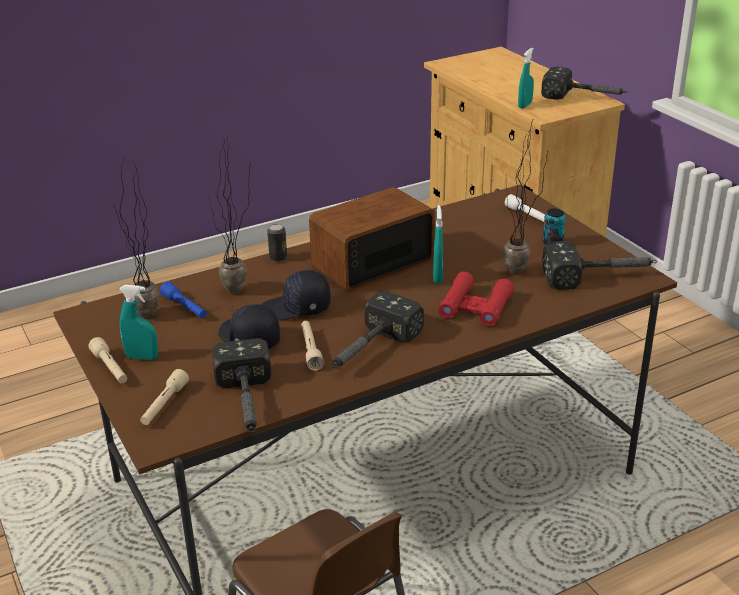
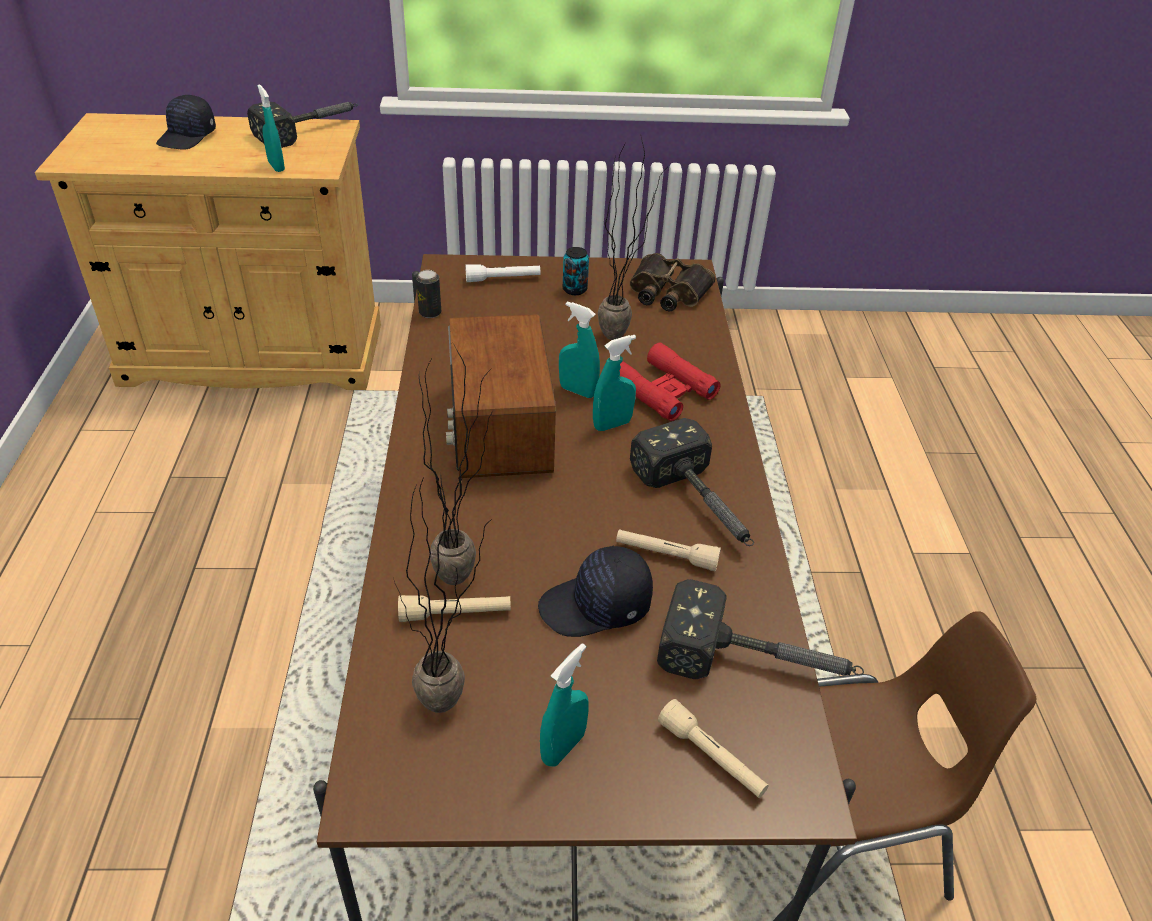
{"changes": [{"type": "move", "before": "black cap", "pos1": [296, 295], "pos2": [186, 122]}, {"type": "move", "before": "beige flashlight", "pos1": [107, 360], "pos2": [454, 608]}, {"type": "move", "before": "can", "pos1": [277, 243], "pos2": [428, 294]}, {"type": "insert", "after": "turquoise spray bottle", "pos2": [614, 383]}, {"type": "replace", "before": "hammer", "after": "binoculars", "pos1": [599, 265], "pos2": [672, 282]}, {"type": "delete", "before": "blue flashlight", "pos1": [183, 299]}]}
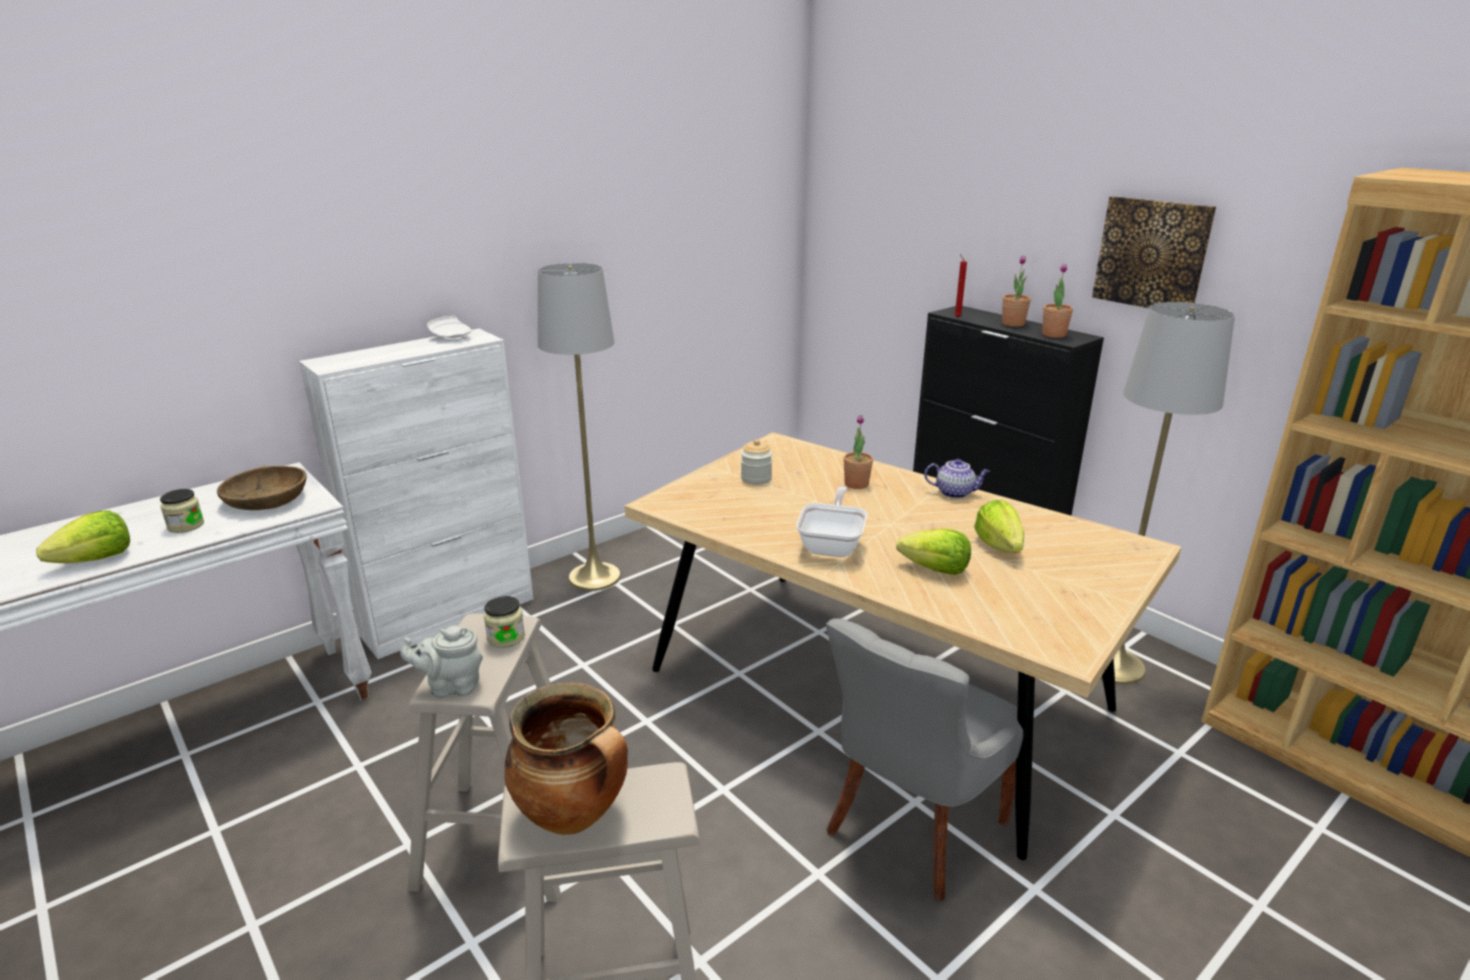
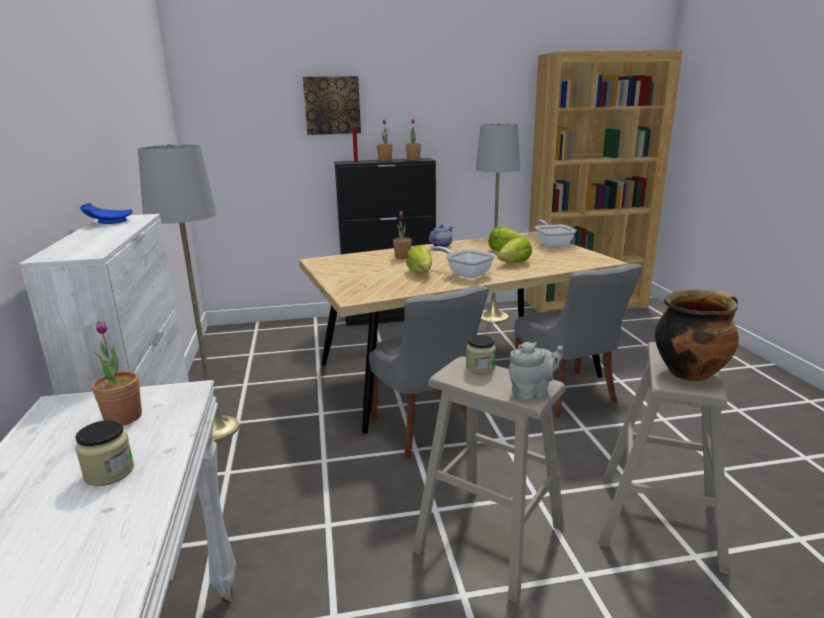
{"changes": [{"type": "recolor", "before": "white plate", "after": "blue plate", "pos1": [449, 328], "pos2": [106, 213]}, {"type": "replace", "before": "brown bowl", "after": "potted plant", "pos1": [262, 488], "pos2": [117, 373]}, {"type": "move", "before": "picture", "pos1": [1154, 252], "pos2": [332, 105]}, {"type": "insert", "after": "grey chair", "pos2": [427, 371]}, {"type": "move", "before": "lettuce", "pos1": [83, 537], "pos2": [419, 259]}, {"type": "rotate", "before": "grey teapot", "pos1": [441, 662], "pos2": [536, 371], "turn": -135}, {"type": "insert", "after": "frying pan", "pos2": [556, 234]}, {"type": "delete", "before": "jar", "pos1": [756, 462]}]}
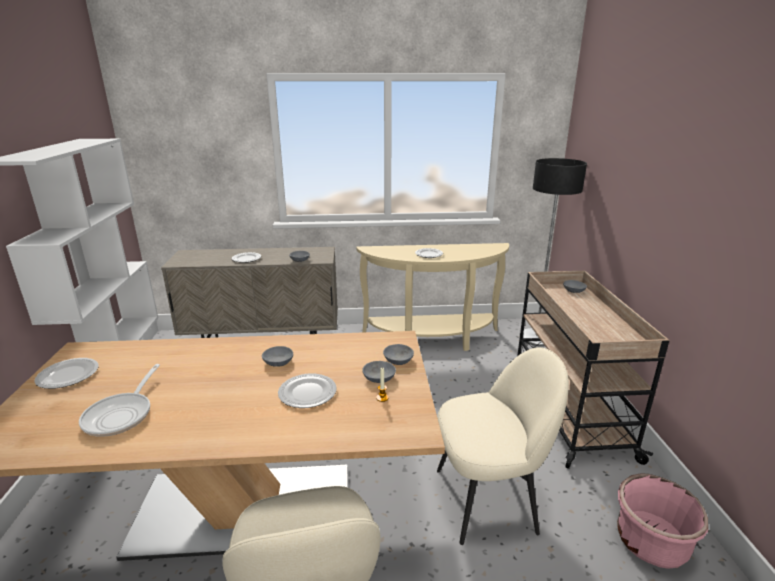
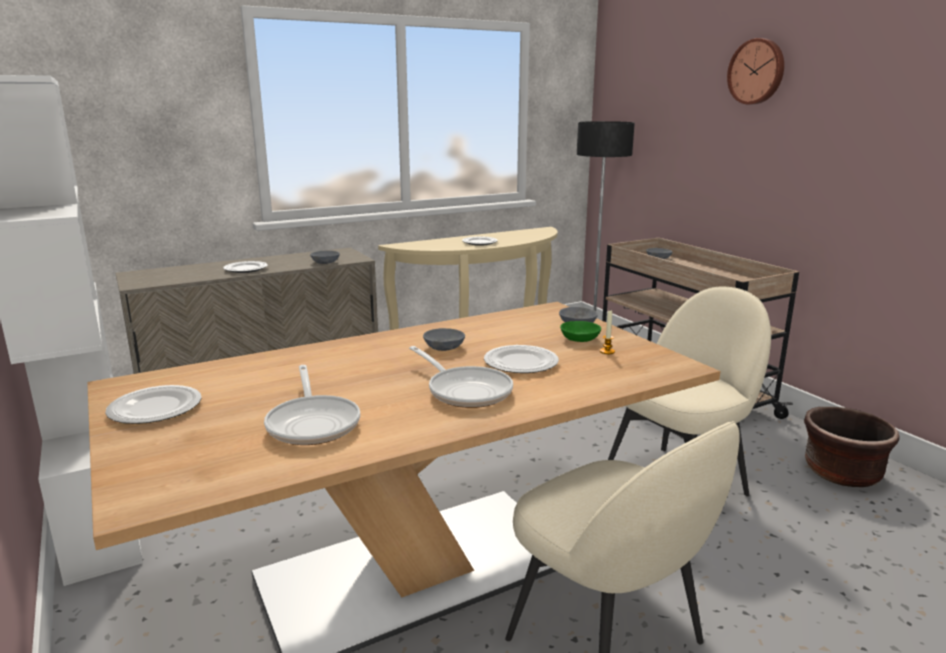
{"changes": [{"type": "insert", "after": "frying pan", "pos2": [461, 377]}, {"type": "recolor", "before": "grey bowl", "after": "green bowl", "pos1": [379, 372], "pos2": [580, 331]}, {"type": "insert", "after": "wall clock", "pos2": [755, 71]}, {"type": "recolor", "before": "pink planter", "after": "brown planter", "pos1": [662, 521], "pos2": [851, 447]}]}
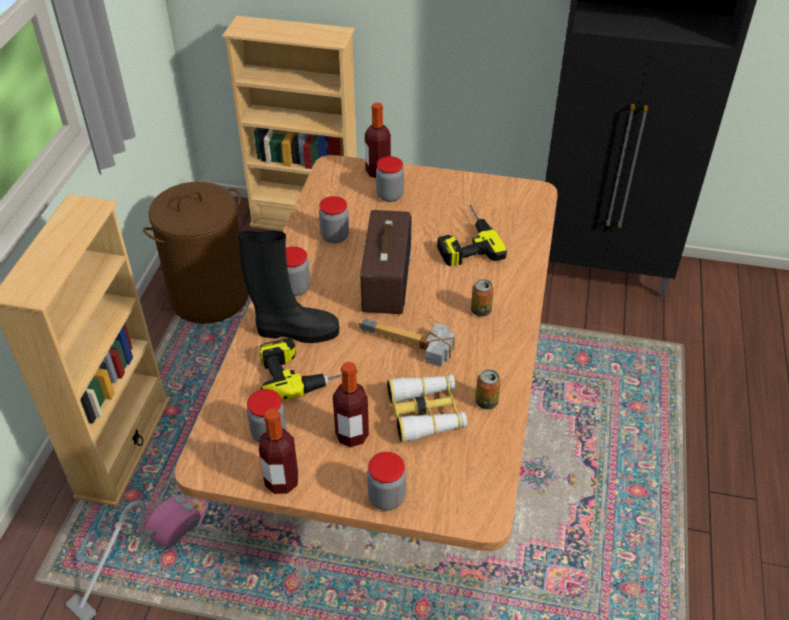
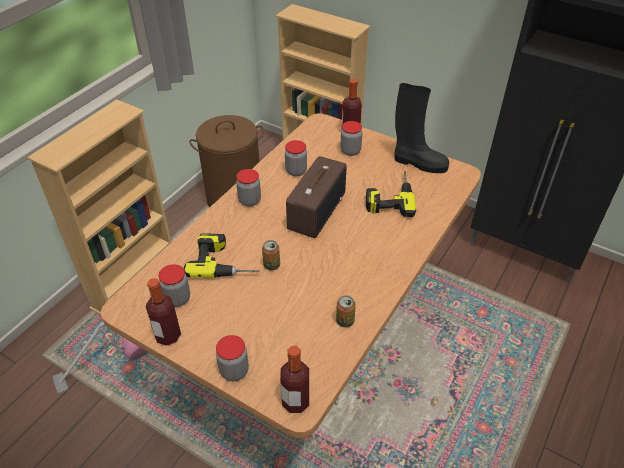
{"changes": [{"type": "move", "before": "can", "pos1": [482, 298], "pos2": [271, 255]}, {"type": "move", "before": "bottle", "pos1": [351, 404], "pos2": [294, 379]}, {"type": "move", "before": "black boot", "pos1": [288, 286], "pos2": [421, 128]}, {"type": "delete", "before": "hammer", "pos1": [407, 342]}, {"type": "delete", "before": "binoculars", "pos1": [427, 408]}]}
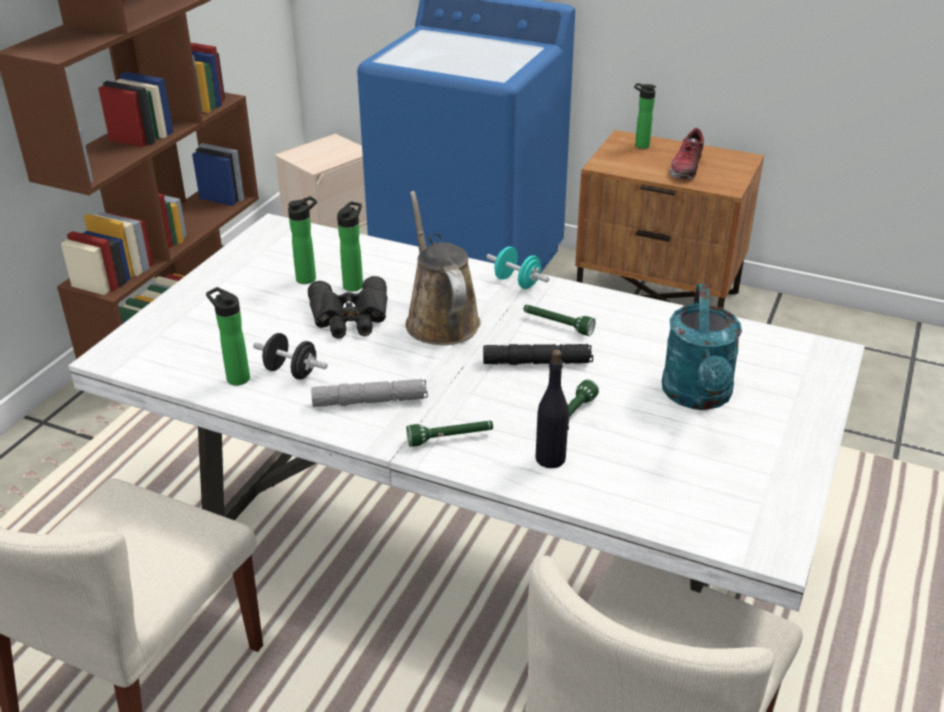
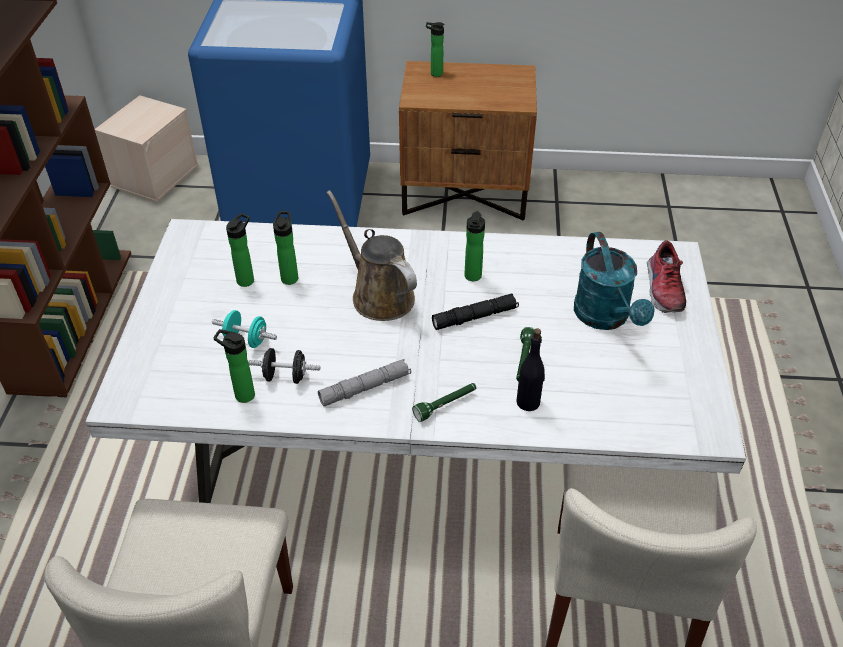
{"changes": [{"type": "move", "before": "turquoise dumbbell", "pos1": [517, 267], "pos2": [244, 329]}, {"type": "replace", "before": "green flashlight", "after": "bottle", "pos1": [559, 320], "pos2": [474, 246]}, {"type": "move", "before": "shoe", "pos1": [686, 154], "pos2": [666, 276]}, {"type": "delete", "before": "black binoculars", "pos1": [347, 307]}]}
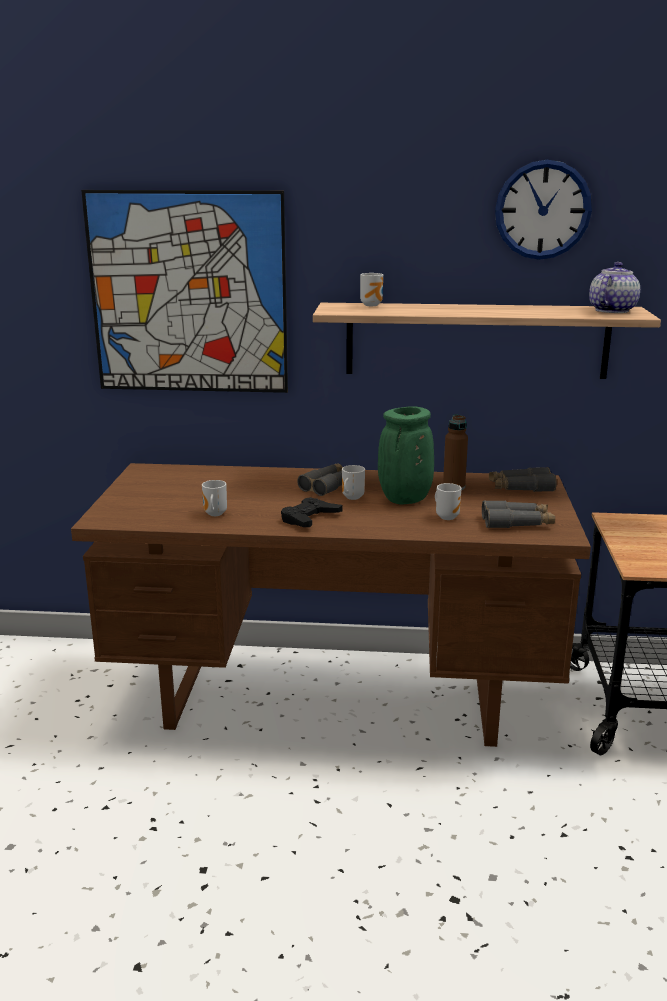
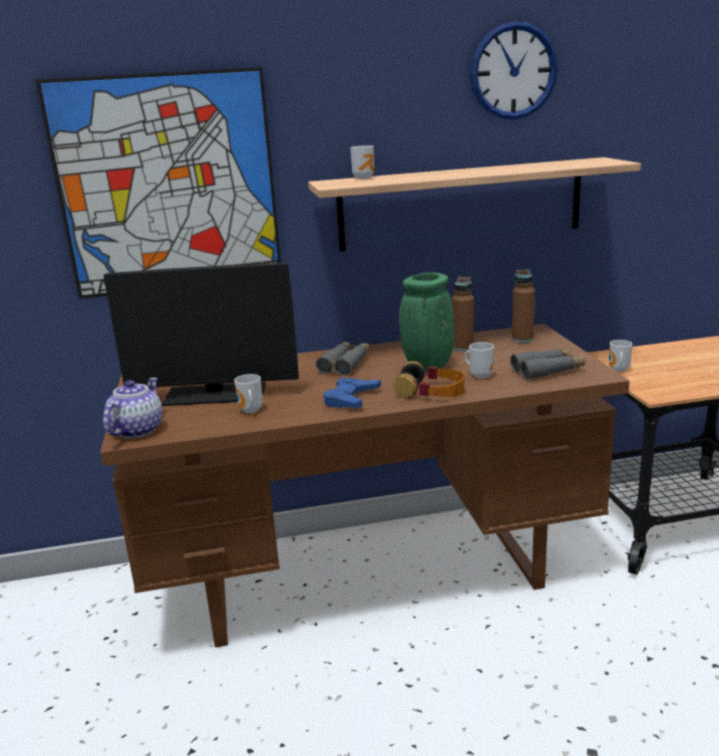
{"changes": [{"type": "insert", "after": "monitor", "pos2": [201, 334]}, {"type": "move", "before": "teapot", "pos1": [614, 287], "pos2": [133, 408]}, {"type": "recolor", "before": "black game controller", "after": "blue game controller", "pos1": [312, 512], "pos2": [352, 393]}, {"type": "insert", "after": "headphones", "pos2": [429, 379]}, {"type": "replace", "before": "grey binoculars", "after": "brown bottle", "pos1": [523, 479], "pos2": [523, 306]}, {"type": "move", "before": "mug", "pos1": [353, 482], "pos2": [620, 356]}]}
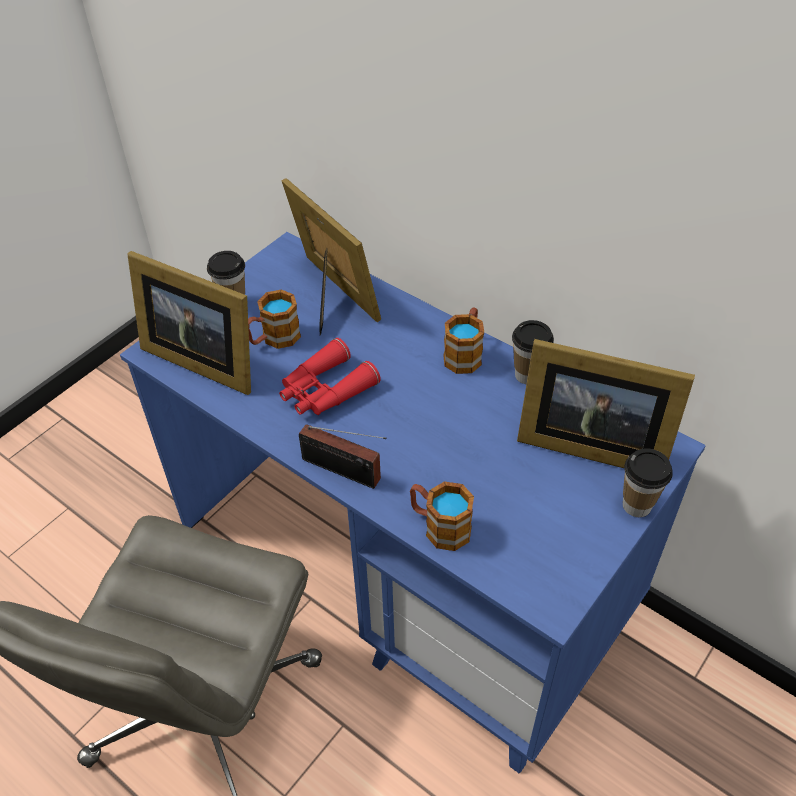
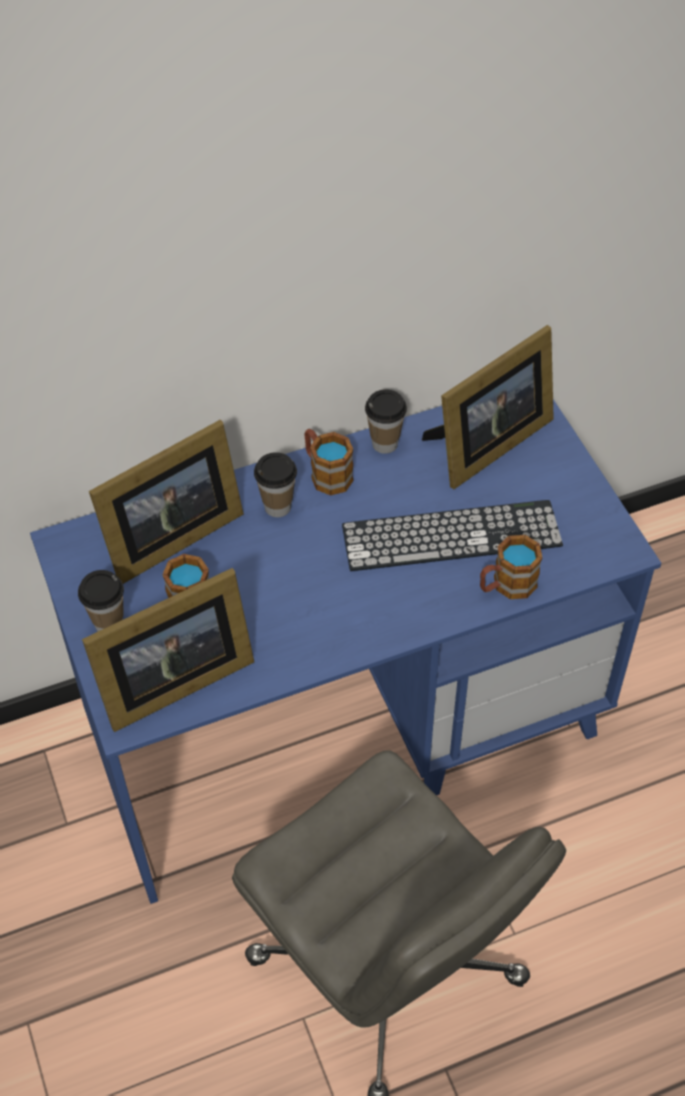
{"changes": [{"type": "rotate", "before": "picture frame", "pos1": [331, 257], "pos2": [166, 502], "turn": 150}, {"type": "move", "before": "cup", "pos1": [648, 482], "pos2": [275, 484]}, {"type": "insert", "after": "keyboard", "pos2": [452, 535]}, {"type": "delete", "before": "red binoculars", "pos1": [330, 376]}, {"type": "delete", "before": "radio", "pos1": [342, 456]}]}
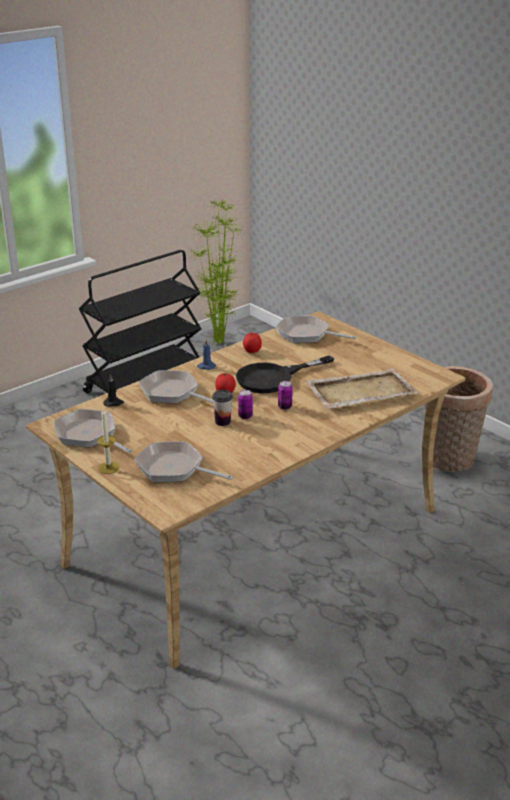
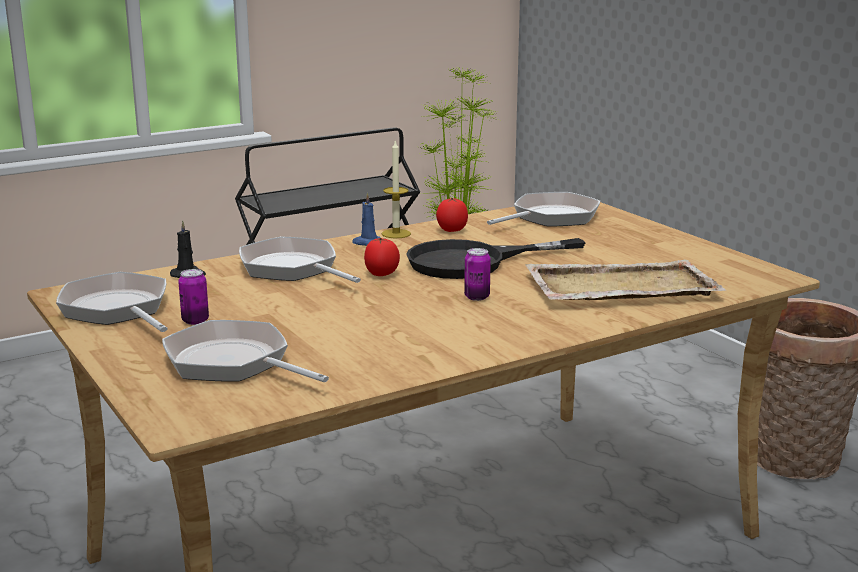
{"changes": [{"type": "move", "before": "can", "pos1": [245, 404], "pos2": [193, 297]}, {"type": "move", "before": "candle", "pos1": [108, 441], "pos2": [396, 189]}, {"type": "rotate", "before": "frying pan", "pos1": [316, 329], "pos2": [543, 209], "turn": 105}, {"type": "delete", "before": "cup", "pos1": [222, 408]}]}
